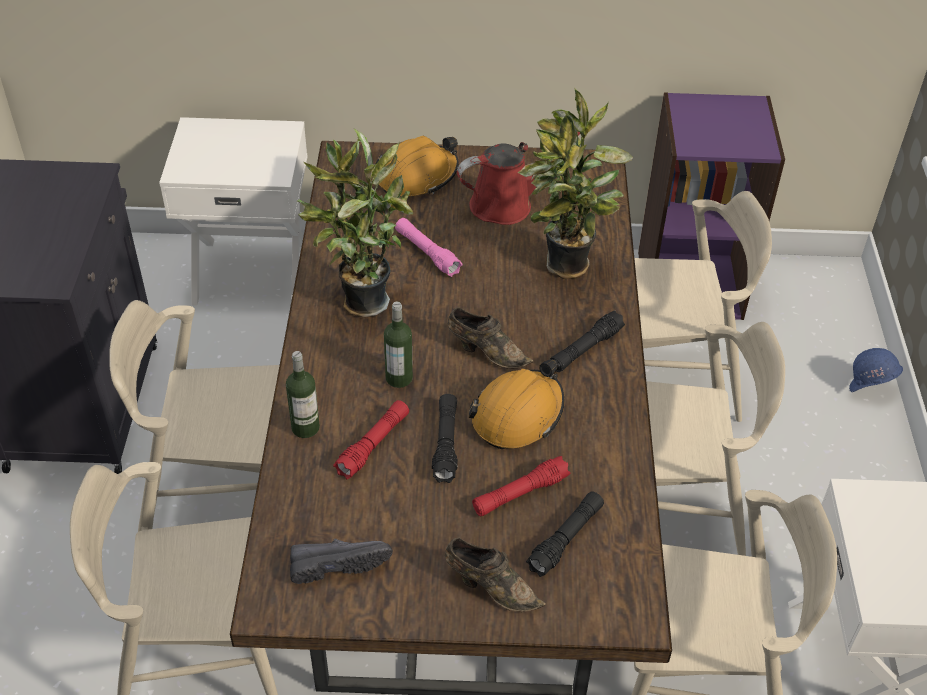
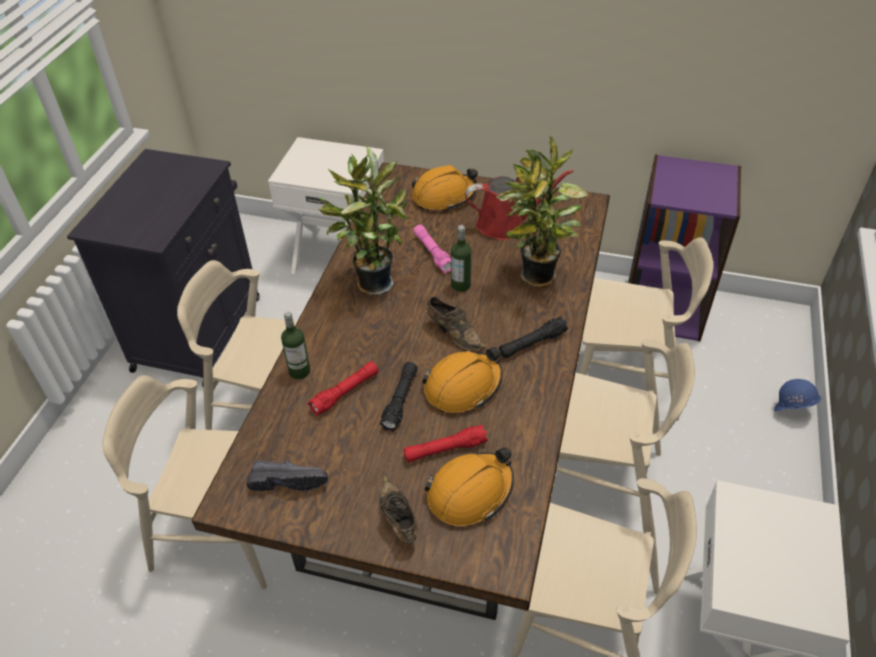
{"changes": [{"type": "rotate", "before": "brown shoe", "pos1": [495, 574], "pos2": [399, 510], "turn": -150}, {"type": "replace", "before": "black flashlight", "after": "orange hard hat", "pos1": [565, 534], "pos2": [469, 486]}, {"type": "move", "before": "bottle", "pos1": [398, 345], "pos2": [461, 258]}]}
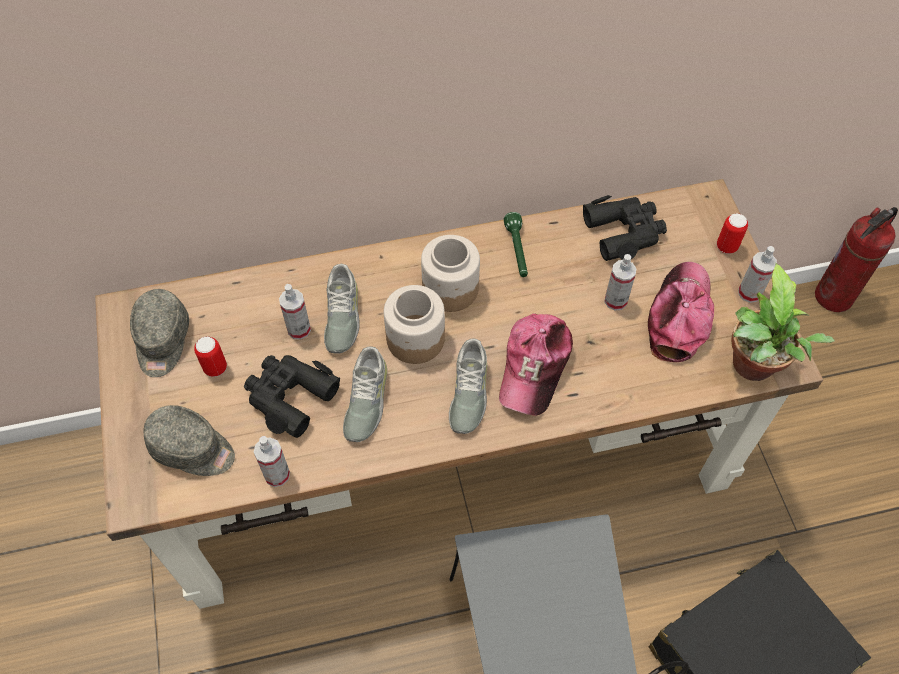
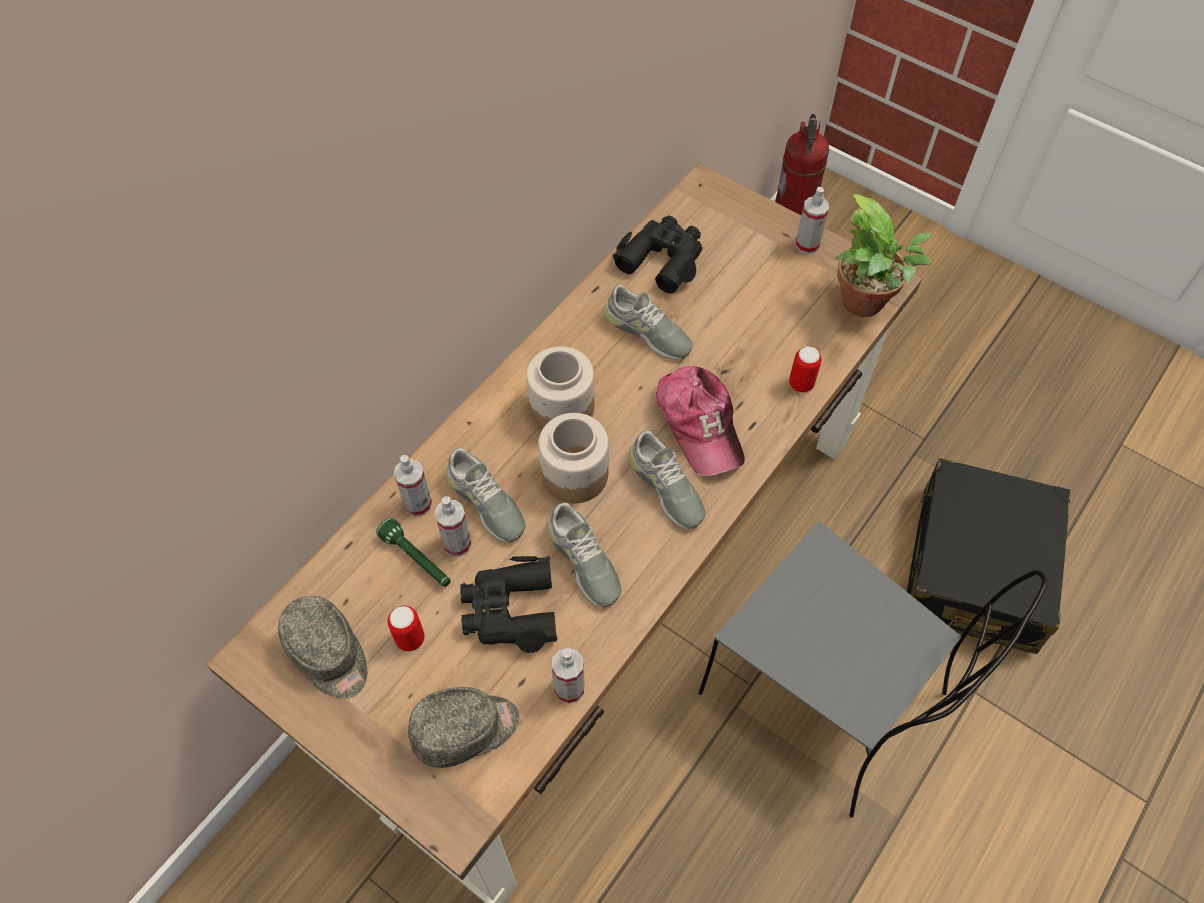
{"changes": [{"type": "move", "before": "green flashlight", "pos1": [516, 244], "pos2": [413, 552]}, {"type": "move", "before": "spray bottle", "pos1": [620, 282], "pos2": [413, 486]}, {"type": "insert", "after": "grey shoe", "pos2": [648, 322]}, {"type": "move", "before": "can", "pos1": [732, 233], "pos2": [805, 369]}, {"type": "delete", "before": "cap", "pos1": [681, 312]}]}
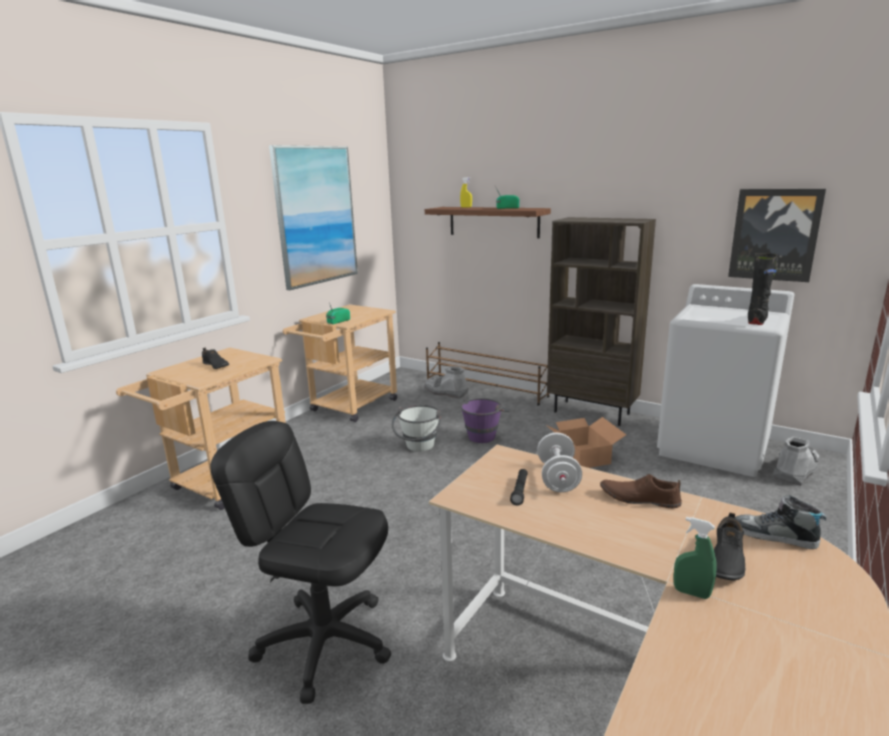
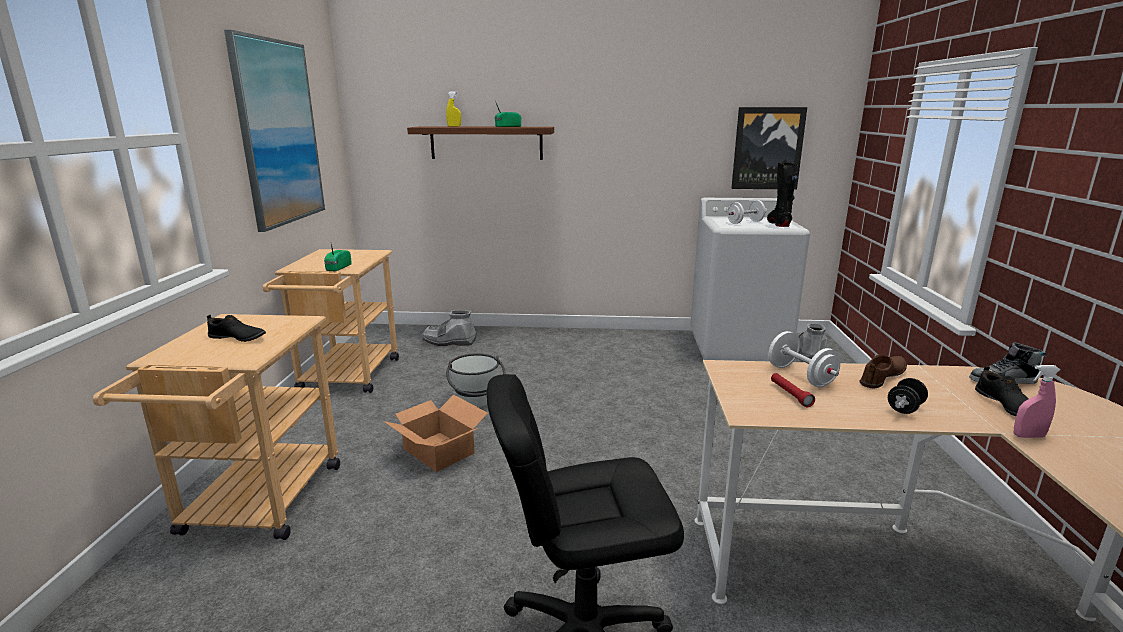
{"changes": [{"type": "move", "before": "cardboard box", "pos1": [587, 442], "pos2": [435, 433]}, {"type": "insert", "after": "white dumbbell", "pos2": [746, 212]}, {"type": "recolor", "before": "black flashlight", "after": "red flashlight", "pos1": [519, 487], "pos2": [793, 390]}, {"type": "rotate", "before": "brown shoe", "pos1": [641, 491], "pos2": [883, 371], "turn": 150}, {"type": "insert", "after": "black dumbbell", "pos2": [908, 396]}, {"type": "recolor", "before": "green spray bottle", "after": "pink spray bottle", "pos1": [695, 558], "pos2": [1037, 401]}, {"type": "delete", "before": "brown shoe rack", "pos1": [487, 373]}, {"type": "delete", "before": "purple bucket", "pos1": [485, 419]}, {"type": "delete", "before": "brown bookcase", "pos1": [601, 321]}]}
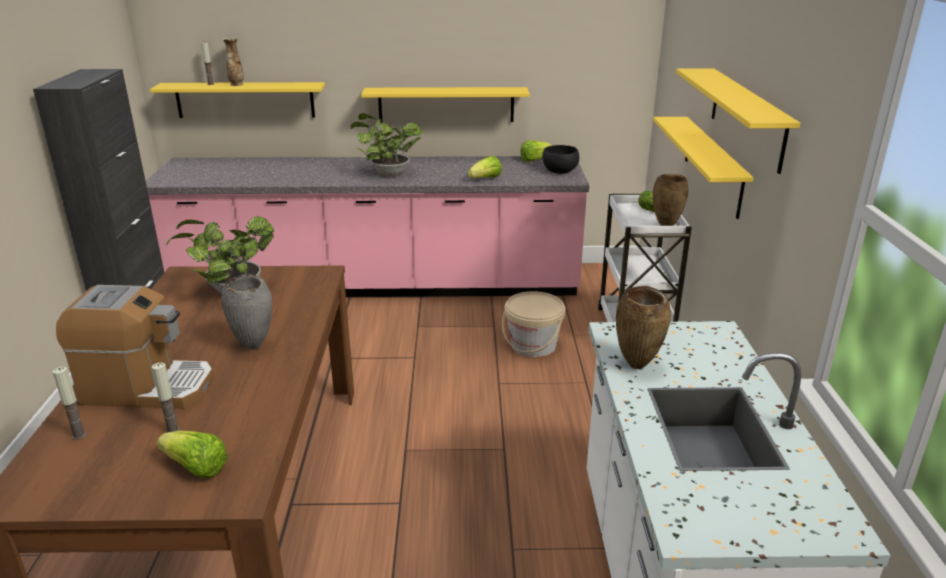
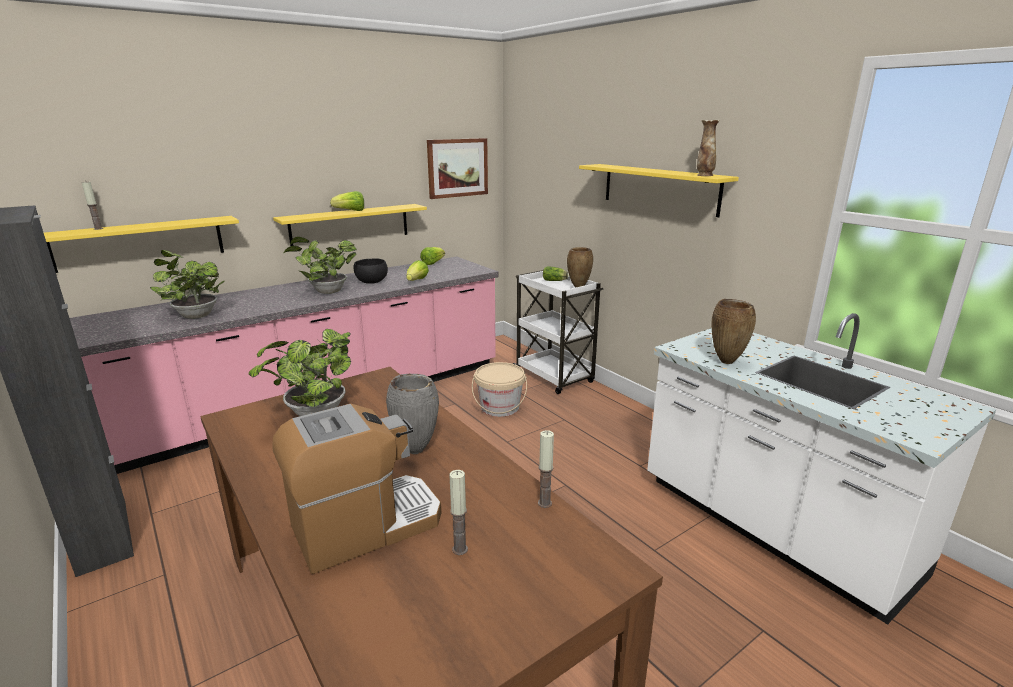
{"changes": [{"type": "insert", "after": "potted plant", "pos2": [187, 284]}, {"type": "move", "before": "lettuce", "pos1": [192, 454], "pos2": [347, 201]}, {"type": "move", "before": "black bowl", "pos1": [560, 159], "pos2": [370, 271]}, {"type": "insert", "after": "picture", "pos2": [457, 168]}, {"type": "move", "before": "candle", "pos1": [70, 403], "pos2": [546, 469]}, {"type": "move", "before": "vase", "pos1": [233, 61], "pos2": [708, 148]}, {"type": "delete", "before": "yellow shelf", "pos1": [703, 168]}]}
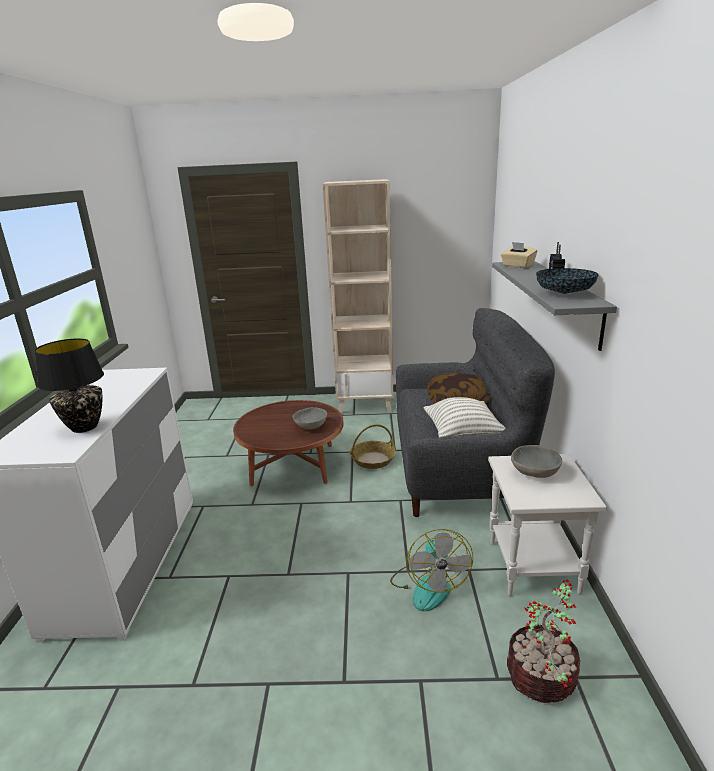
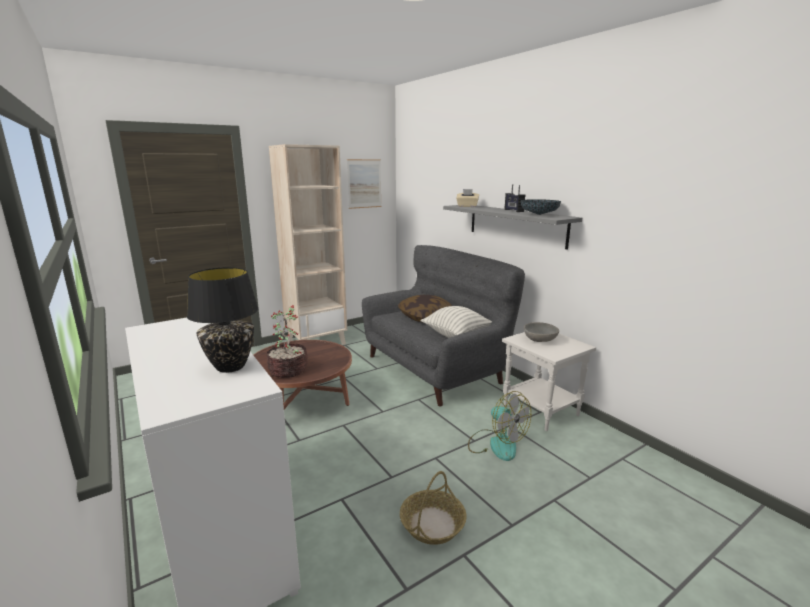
{"changes": [{"type": "move", "before": "potted plant", "pos1": [543, 641], "pos2": [287, 341]}, {"type": "insert", "after": "picture", "pos2": [364, 184]}, {"type": "move", "before": "basket", "pos1": [373, 446], "pos2": [433, 508]}, {"type": "delete", "before": "grey bowl", "pos1": [310, 418]}]}
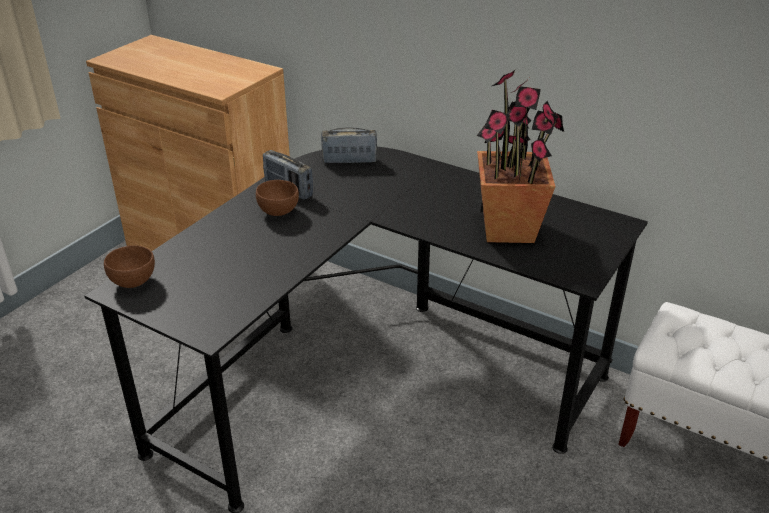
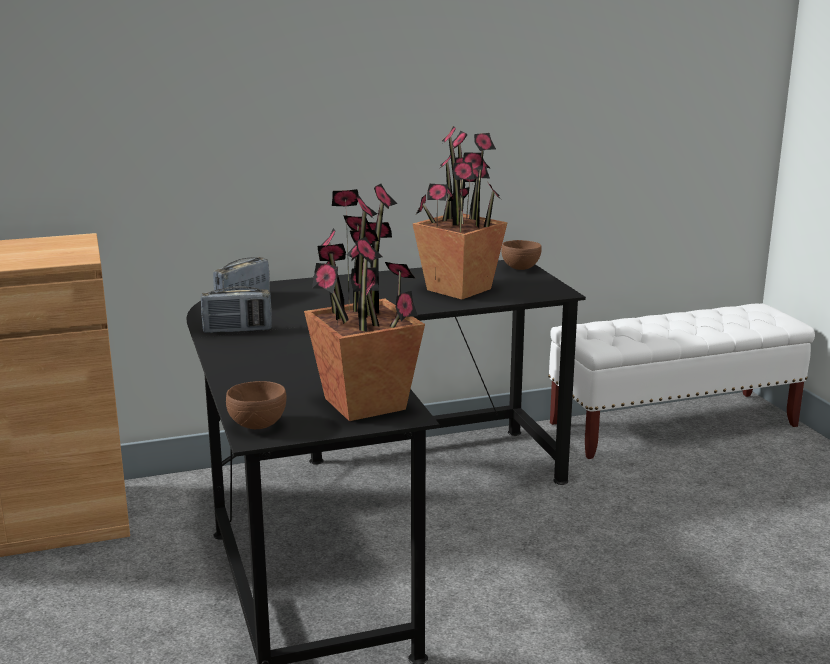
{"changes": [{"type": "insert", "after": "potted plant", "pos2": [364, 302]}, {"type": "move", "before": "brown bowl", "pos1": [277, 198], "pos2": [521, 255]}]}
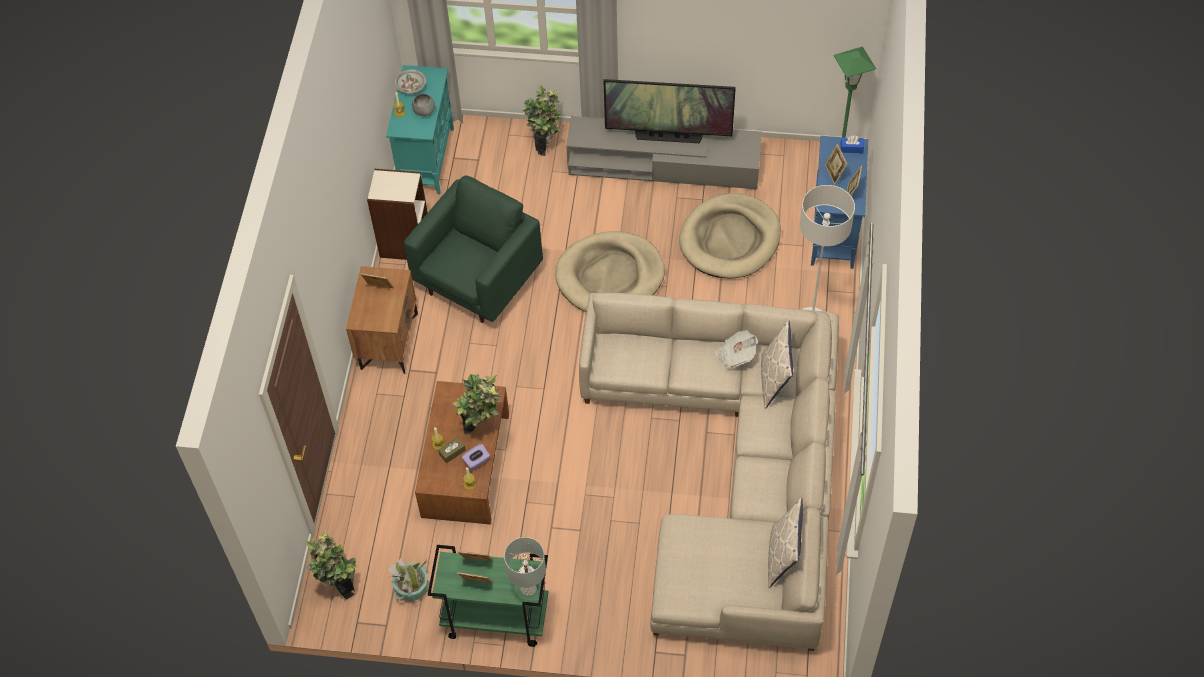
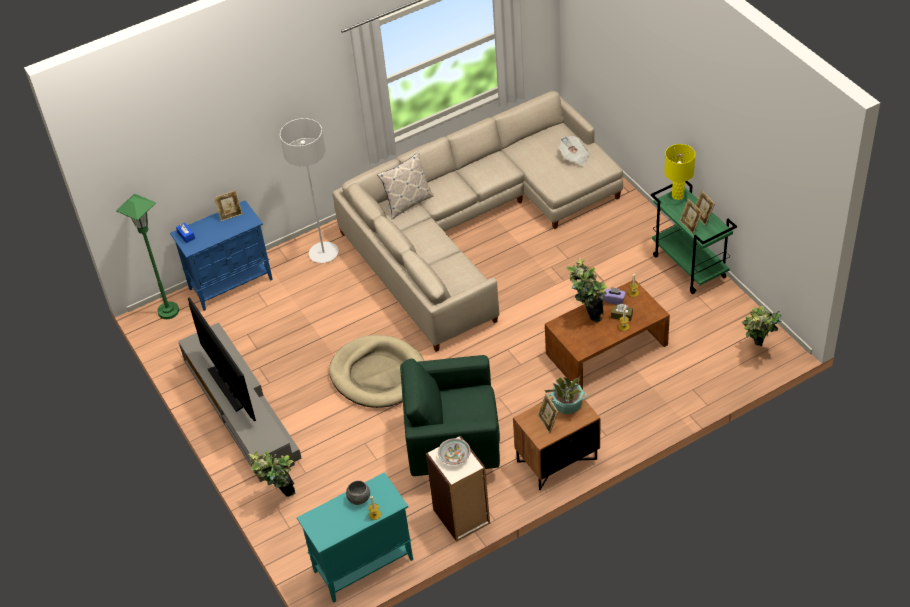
{"changes": [{"type": "move", "before": "bowl", "pos1": [410, 81], "pos2": [454, 451]}, {"type": "move", "before": "potted plant", "pos1": [408, 580], "pos2": [565, 395]}, {"type": "move", "before": "newspaper", "pos1": [736, 349], "pos2": [574, 151]}, {"type": "recolor", "before": "grey table lamp", "after": "yellow table lamp", "pos1": [525, 566], "pos2": [679, 172]}, {"type": "delete", "before": "beige dog bed", "pos1": [730, 236]}, {"type": "delete", "before": "pillow", "pos1": [785, 543]}, {"type": "delete", "before": "picture frame", "pos1": [836, 164]}]}
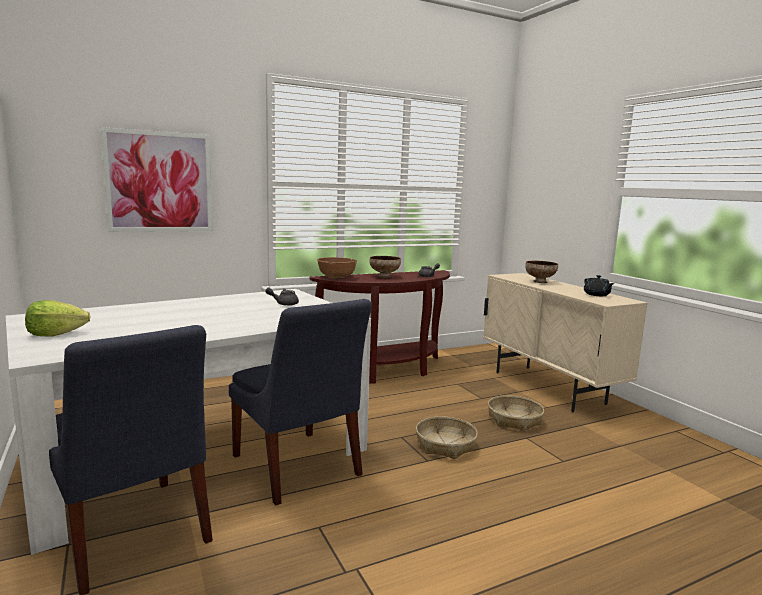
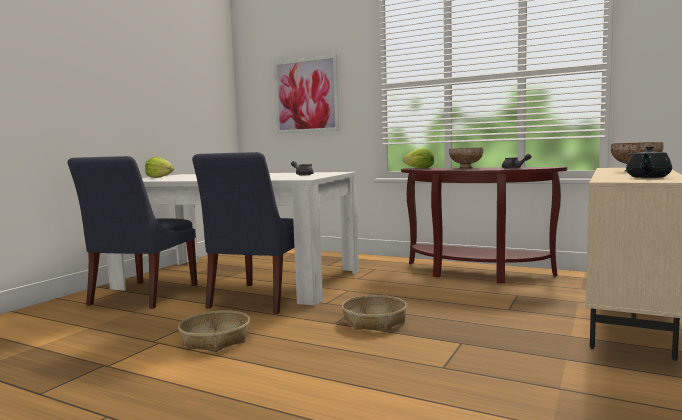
{"changes": [{"type": "move", "before": "basket", "pos1": [516, 413], "pos2": [214, 331]}, {"type": "replace", "before": "brown bowl", "after": "lettuce", "pos1": [337, 268], "pos2": [418, 158]}]}
